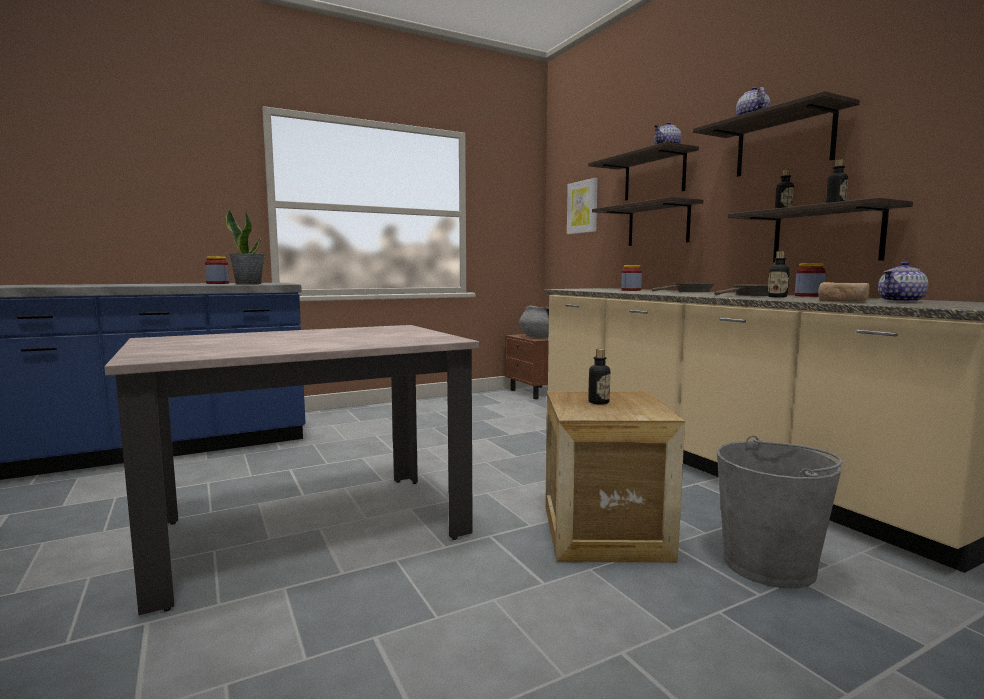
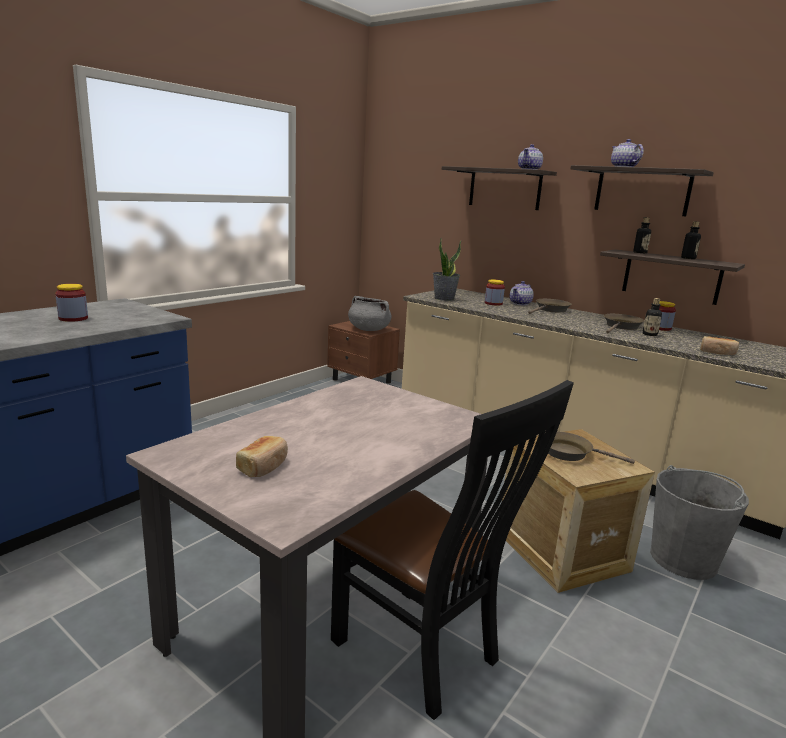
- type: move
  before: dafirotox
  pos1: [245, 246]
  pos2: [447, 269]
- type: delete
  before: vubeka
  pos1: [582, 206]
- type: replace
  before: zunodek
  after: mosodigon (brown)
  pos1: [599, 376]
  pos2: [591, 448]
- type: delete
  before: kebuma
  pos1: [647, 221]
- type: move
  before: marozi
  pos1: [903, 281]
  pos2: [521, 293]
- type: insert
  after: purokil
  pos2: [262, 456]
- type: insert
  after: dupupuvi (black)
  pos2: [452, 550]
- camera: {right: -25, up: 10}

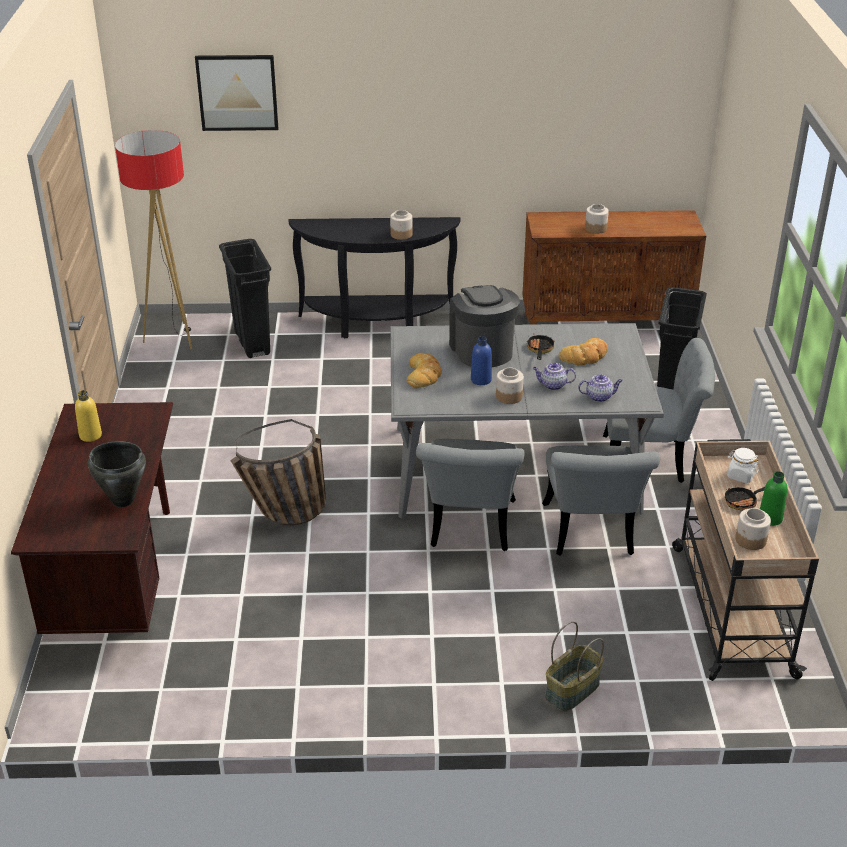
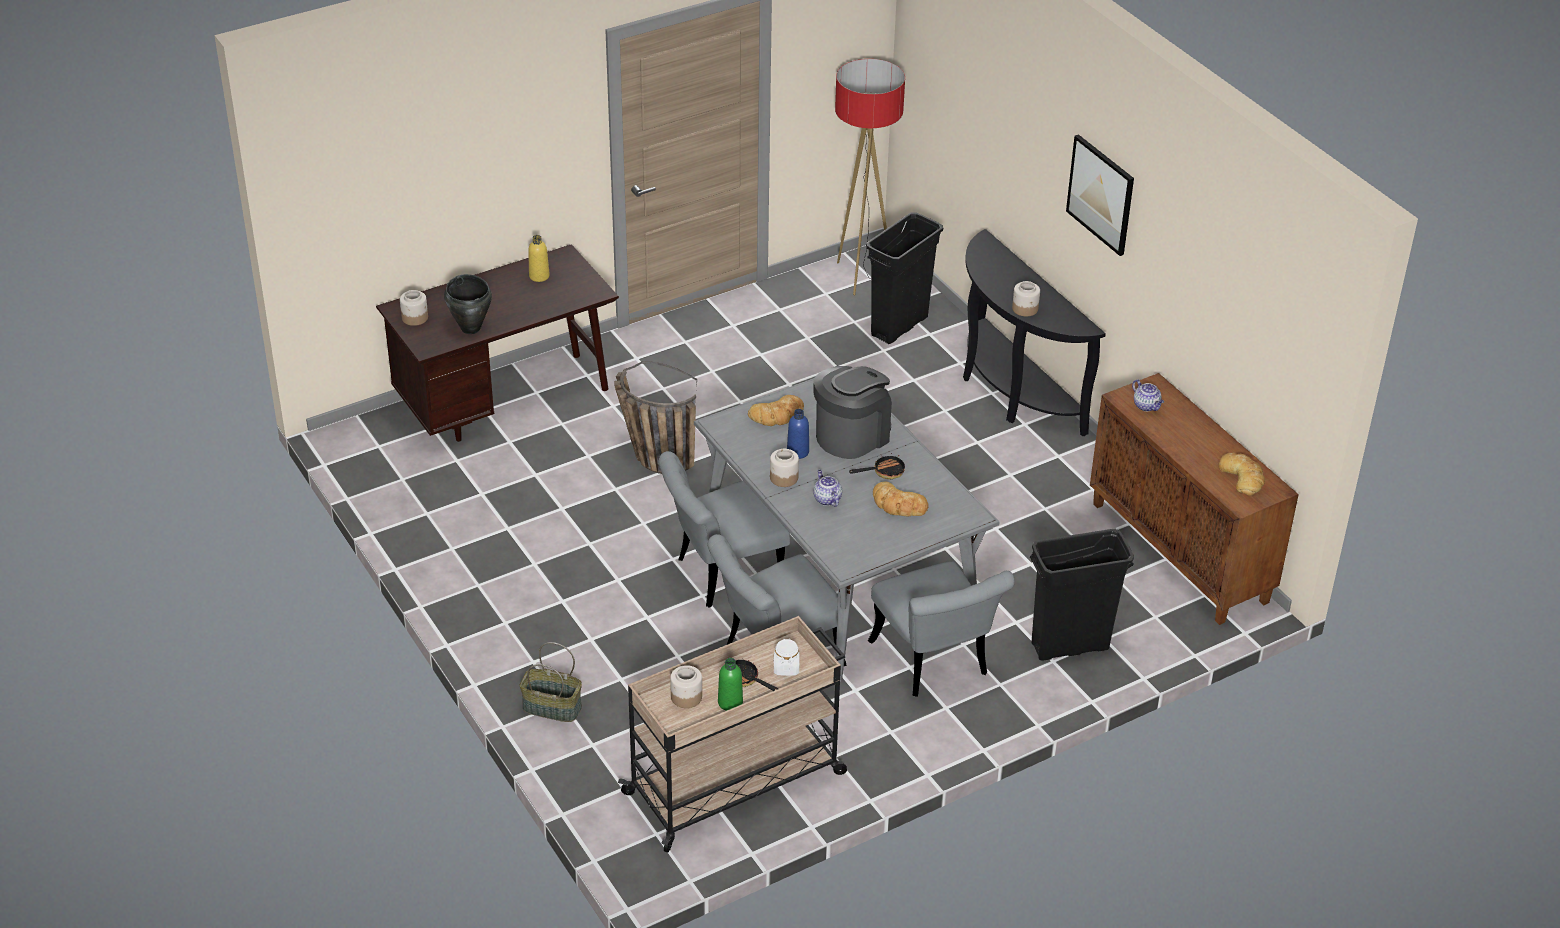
- type: move
  before: vubeka
  pos1: [236, 93]
  pos2: [1100, 195]
- type: move
  before: marozi
  pos1: [600, 388]
  pos2: [1148, 395]
- type: move
  before: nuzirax
  pos1: [597, 219]
  pos2: [414, 308]
- type: insert
  after: purokil
  pos2: [1242, 474]
- camera: {right: 60, up: 5}

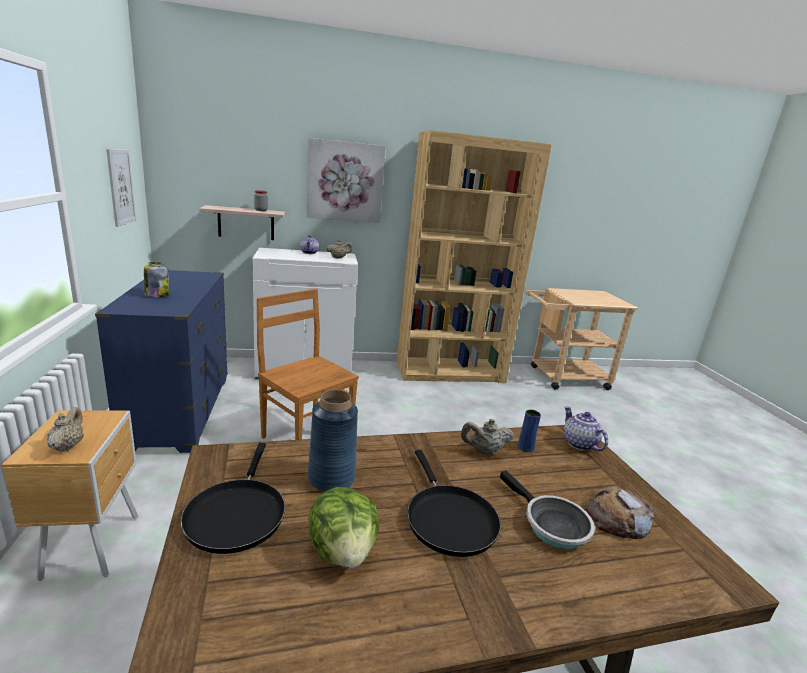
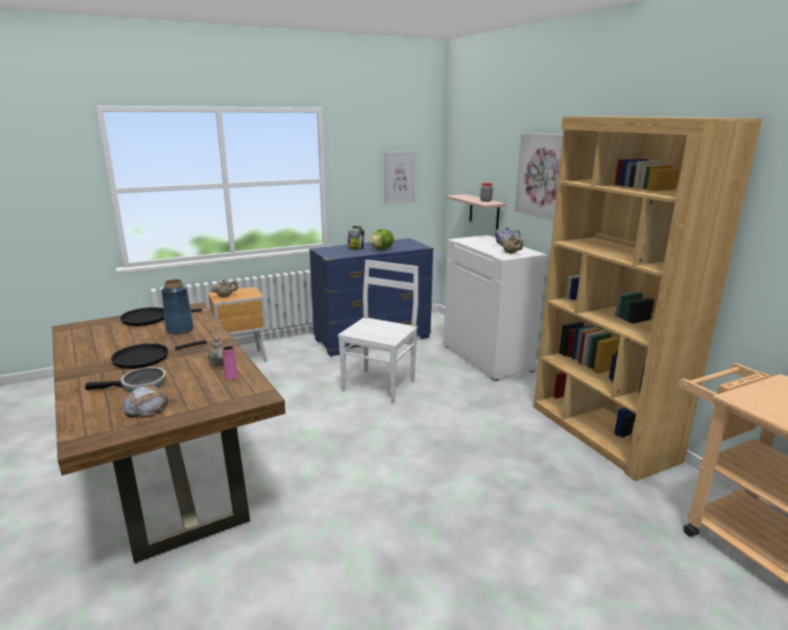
- type: recolor
  before: dupupuvi (brown)
  after: dupupuvi (white)
  pos1: [308, 364]
  pos2: [378, 331]
- type: move
  before: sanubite
  pos1: [344, 527]
  pos2: [381, 239]
- type: rotate
  before: mosodigon
  pos1: [547, 509]
  pos2: [125, 379]
  turn: -150
- type: recolor
  before: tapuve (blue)
  after: tapuve (pink)
  pos1: [529, 431]
  pos2: [230, 362]
- type: delete
  before: marozi
  pos1: [586, 428]
- camera: {right: 75, up: 0}

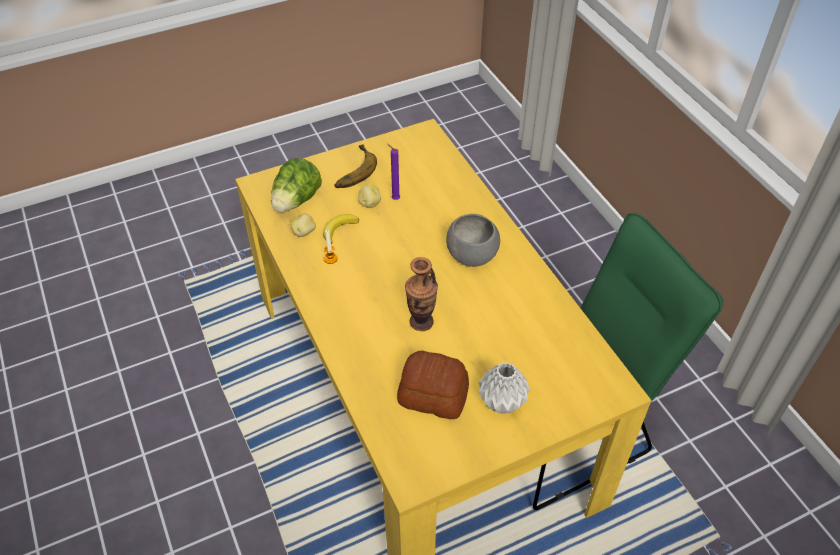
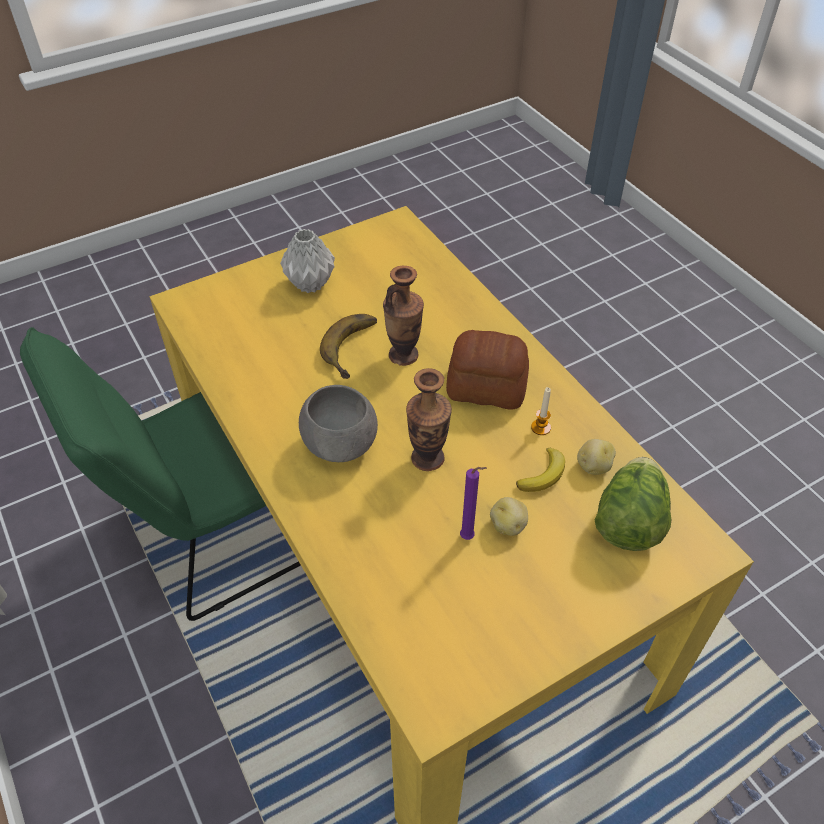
- type: move
  before: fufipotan
  pos1: [355, 166]
  pos2: [348, 346]
- type: move
  before: purokil
  pos1: [433, 385]
  pos2: [487, 370]
- type: insert
  after: tapuve
  pos2: [429, 419]
- camera: {right: 175, up: 0}

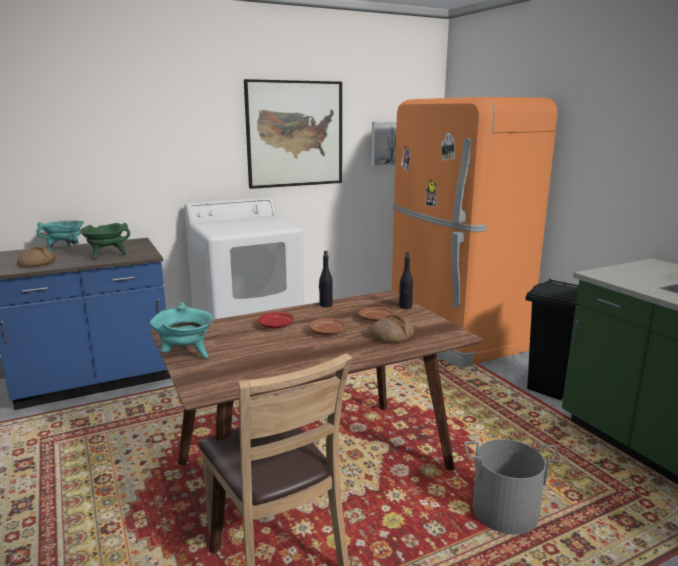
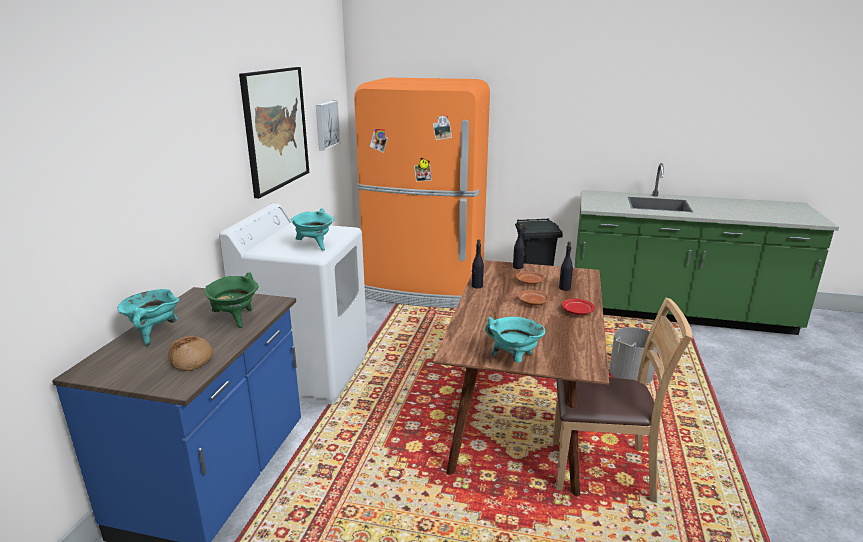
- type: move
  before: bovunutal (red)
  pos1: [276, 320]
  pos2: [578, 307]
- type: replace
  before: purokil
  after: zunodek (black)
  pos1: [392, 328]
  pos2: [566, 266]
- type: insert
  after: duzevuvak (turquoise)
  pos2: [312, 229]
- camera: {right: -50, up: 5}

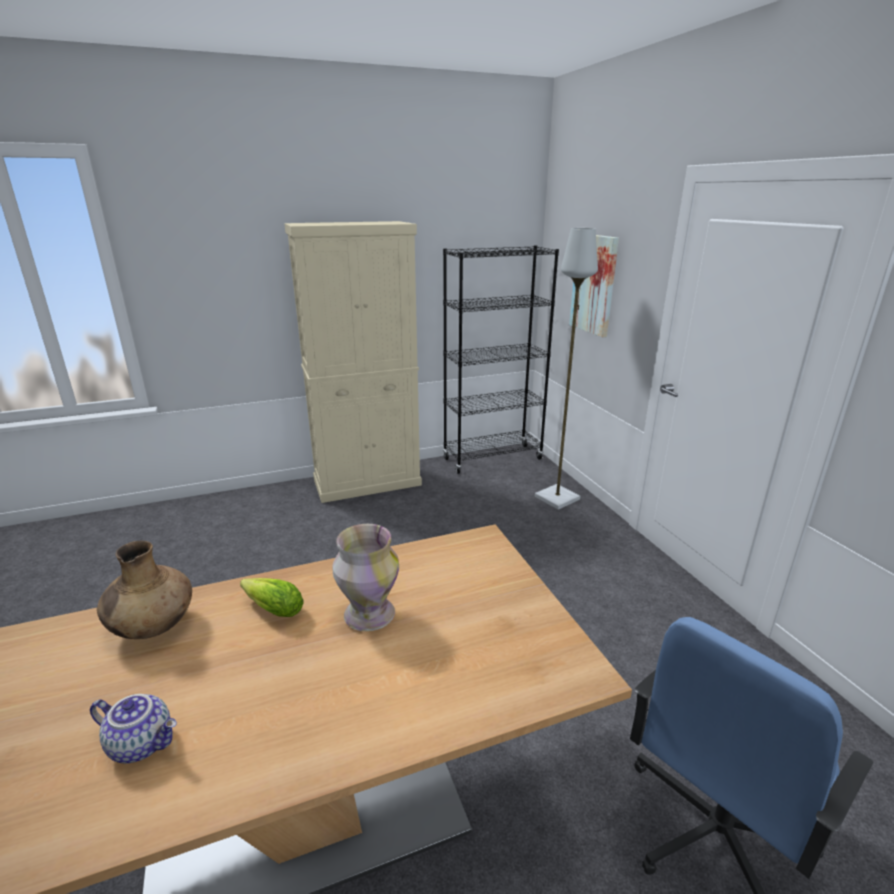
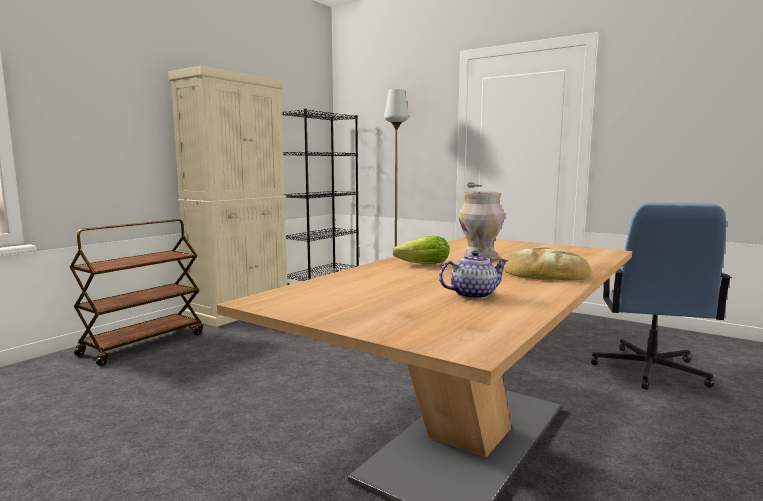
- type: delete
  before: tapuve (brown)
  pos1: [144, 590]
- type: delete
  before: vubeka
  pos1: [594, 286]
- type: insert
  after: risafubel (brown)
  pos2: [136, 292]
- type: insert
  after: purokil
  pos2: [547, 264]
- camera: {right: -35, up: -15}

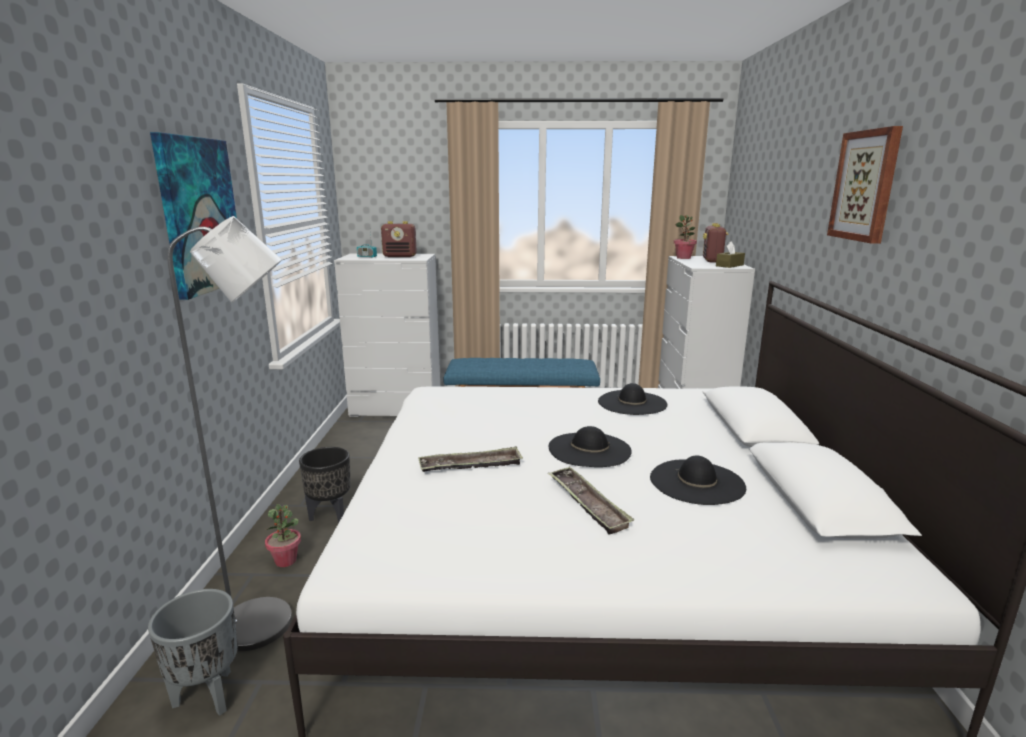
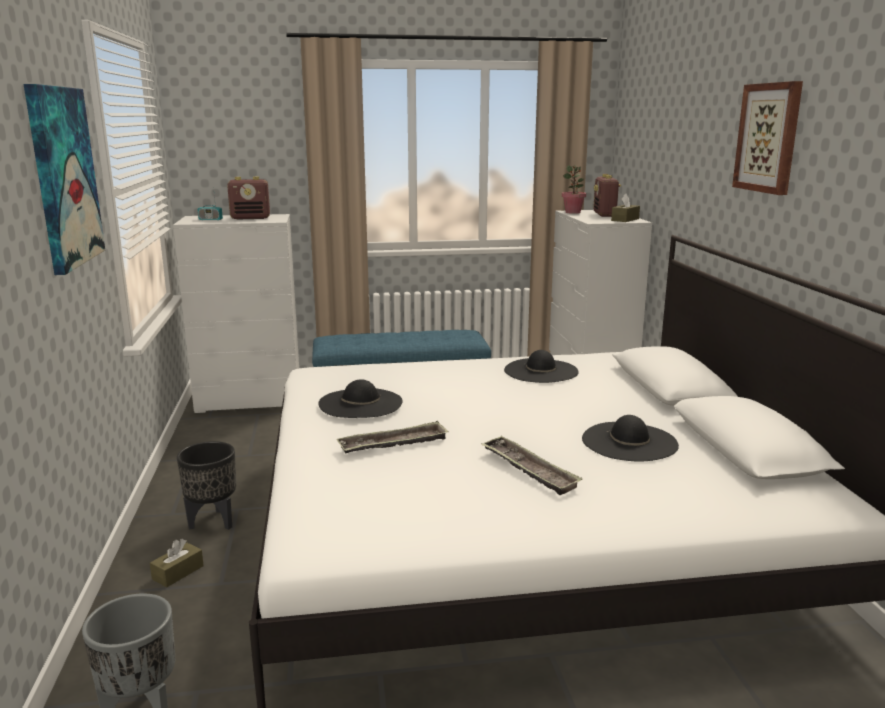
- type: delete
  before: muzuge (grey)
  pos1: [229, 433]
- type: replace
  before: dafirotox
  after: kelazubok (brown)
  pos1: [283, 535]
  pos2: [177, 563]
- type: move
  before: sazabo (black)
  pos1: [590, 446]
  pos2: [360, 398]
- camera: {right: -10, up: 0}

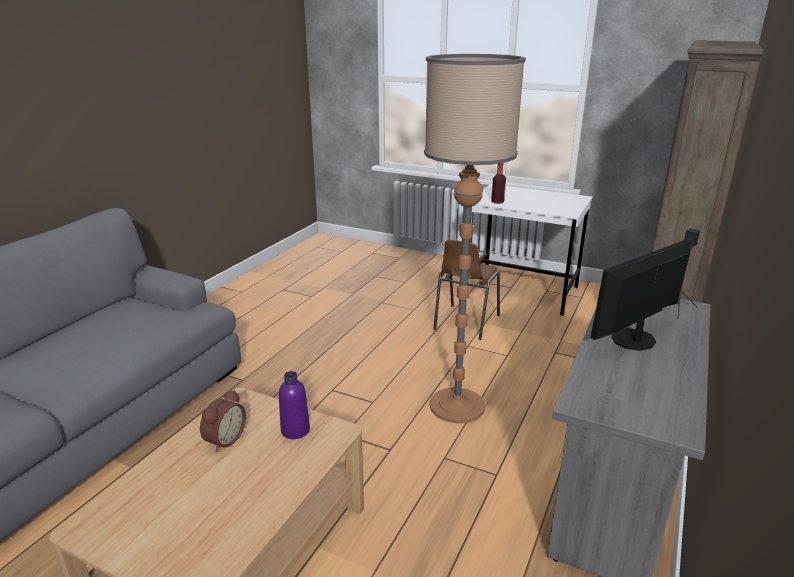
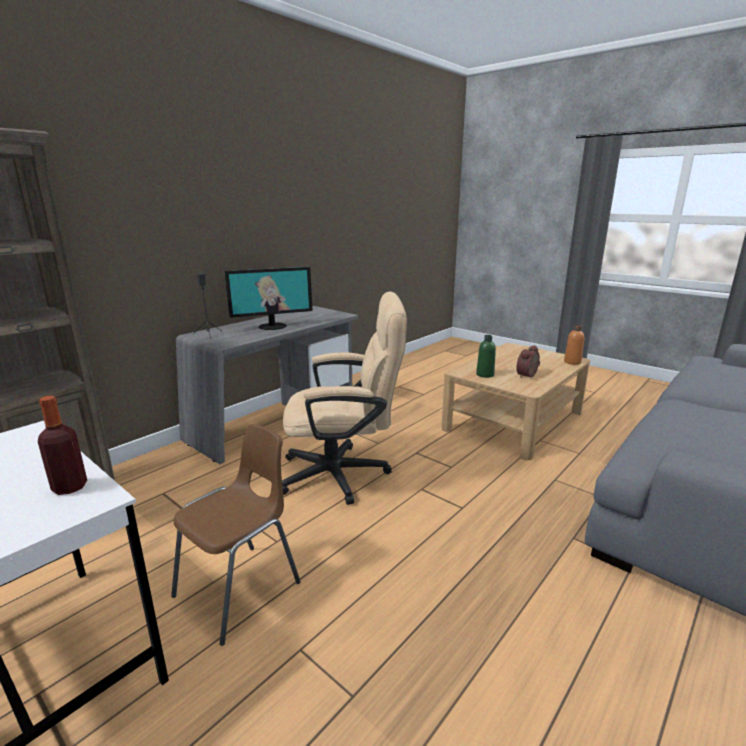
- type: recolor
  before: zunodek (purple)
  after: zunodek (green)
  pos1: [294, 405]
  pos2: [486, 356]
- type: replace
  before: muzuge
  after: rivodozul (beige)
  pos1: [475, 239]
  pos2: [344, 398]
- type: insert
  after: zunodek (orange)
  pos2: [574, 345]
- camera: {right: -165, up: -5}

